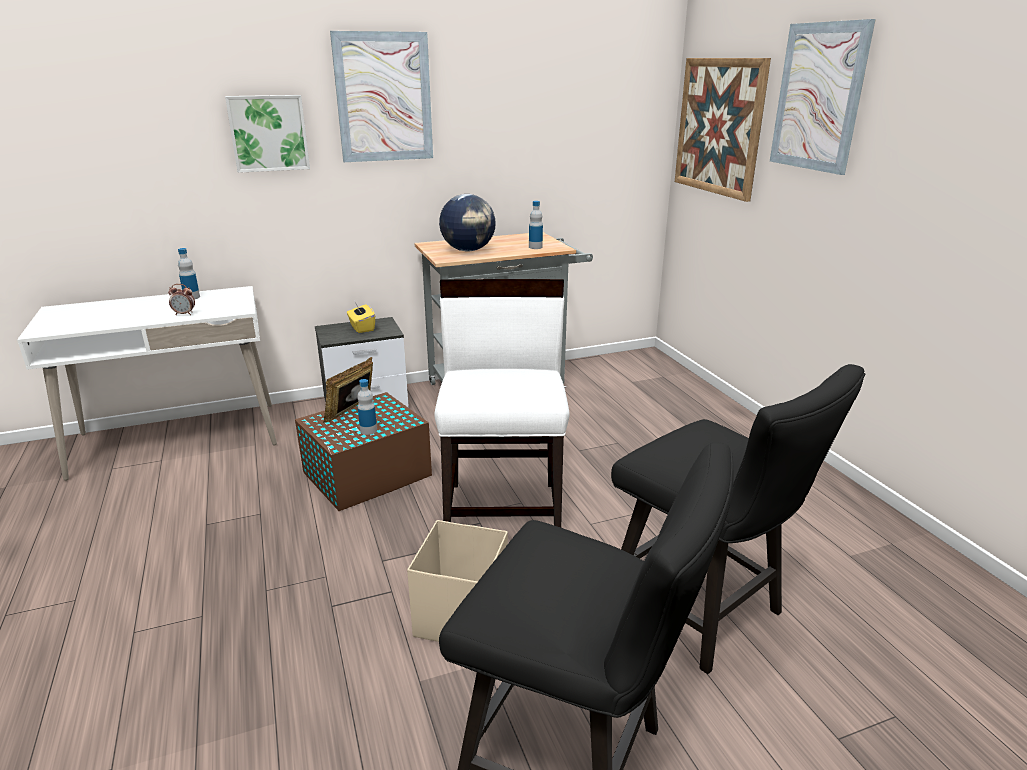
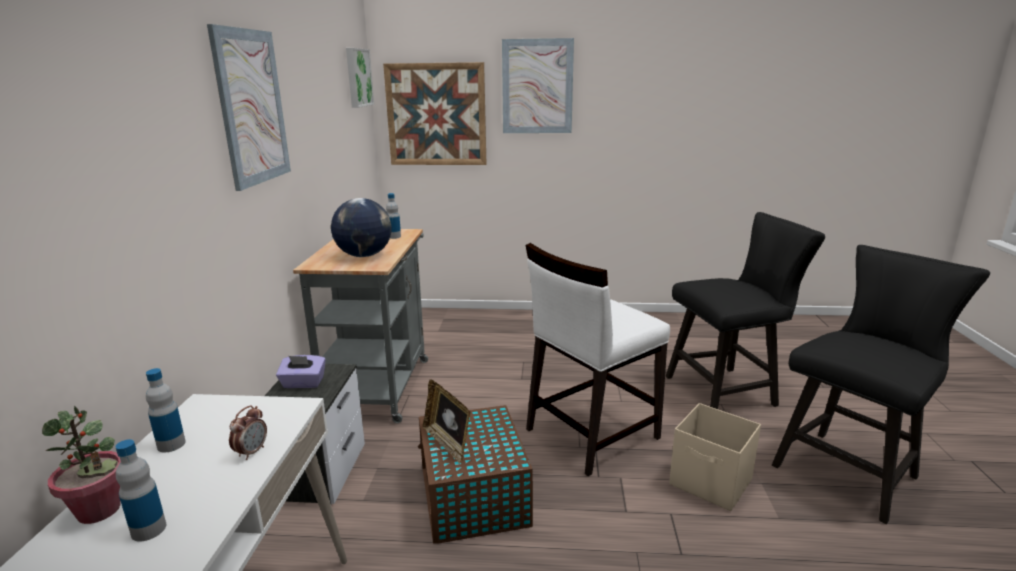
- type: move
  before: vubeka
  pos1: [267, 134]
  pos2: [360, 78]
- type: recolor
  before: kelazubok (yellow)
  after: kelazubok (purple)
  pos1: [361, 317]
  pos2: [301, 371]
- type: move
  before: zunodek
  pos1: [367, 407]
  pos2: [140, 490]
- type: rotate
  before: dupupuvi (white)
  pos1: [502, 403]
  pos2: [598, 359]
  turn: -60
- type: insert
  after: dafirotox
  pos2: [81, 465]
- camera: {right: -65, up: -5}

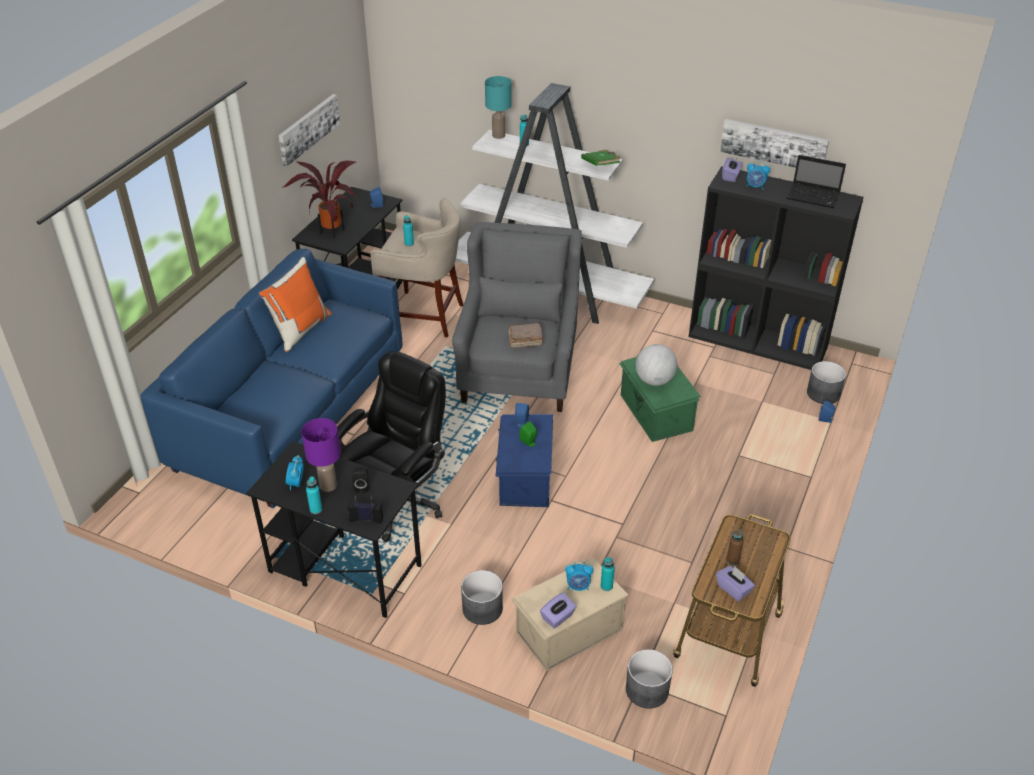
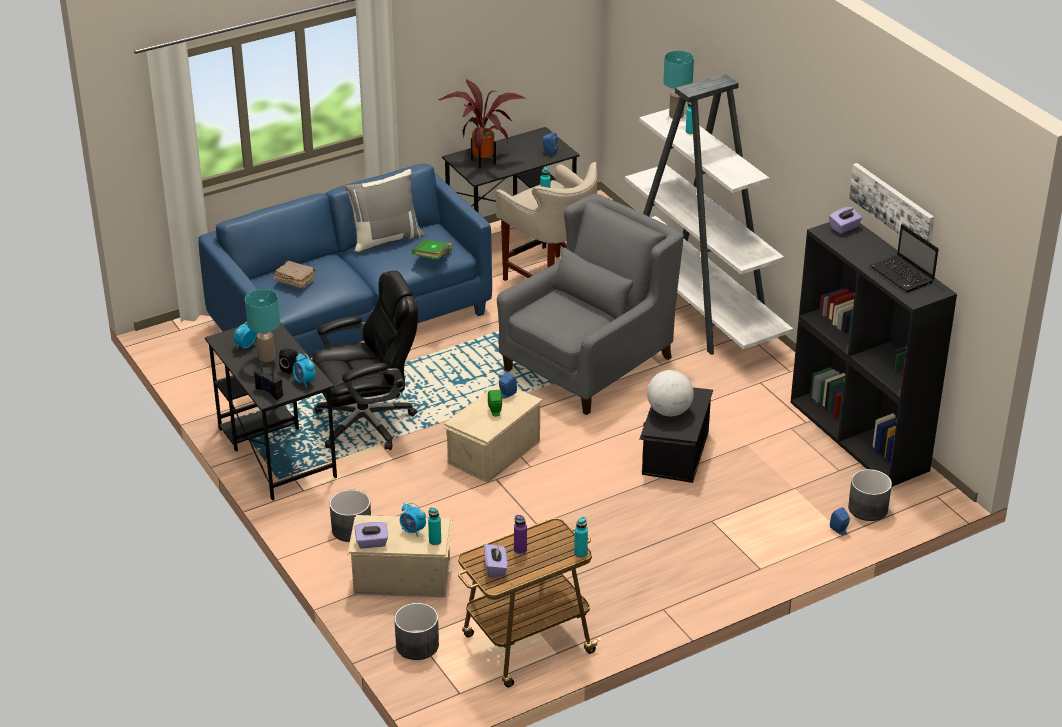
- type: recolor
  before: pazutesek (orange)
  after: pazutesek (grey)
  pos1: [295, 304]
  pos2: [385, 211]
- type: delete
  before: vubeka
  pos1: [309, 130]
- type: recolor
  before: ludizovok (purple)
  after: ludizovok (turquoise)
  pos1: [321, 455]
  pos2: [262, 325]
- type: move
  before: zunodek (turquoise)
  pos1: [314, 495]
  pos2: [581, 537]
- type: recolor
  before: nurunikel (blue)
  after: nurunikel (beige)
  pos1: [524, 460]
  pos2: [492, 433]
- type: move
  before: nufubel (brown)
  pos1: [525, 335]
  pos2: [295, 275]
- type: move
  before: nufubel (green)
  pos1: [600, 158]
  pos2: [432, 250]
- type: recolor
  before: nurunikel (green)
  after: nurunikel (black)
  pos1: [659, 399]
  pos2: [676, 435]
- type: recolor
  before: zunodek (brown)
  after: zunodek (purple)
  pos1: [735, 548]
  pos2: [520, 534]
- type: move
  before: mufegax
  pos1: [758, 175]
  pos2: [304, 370]
- camera: {right: 35, up: -5}

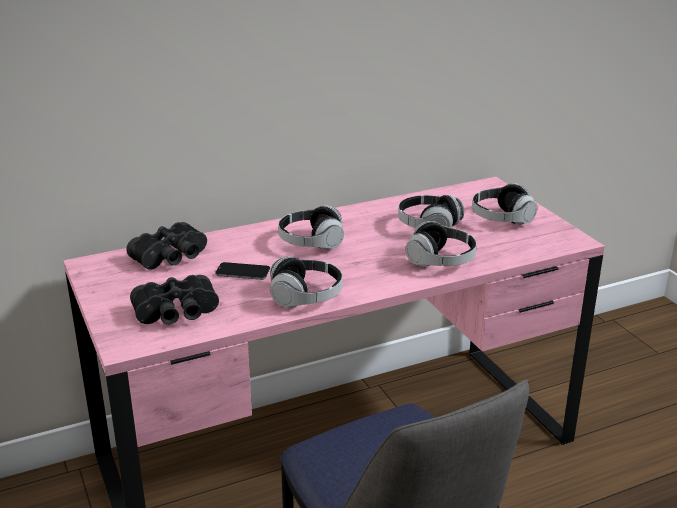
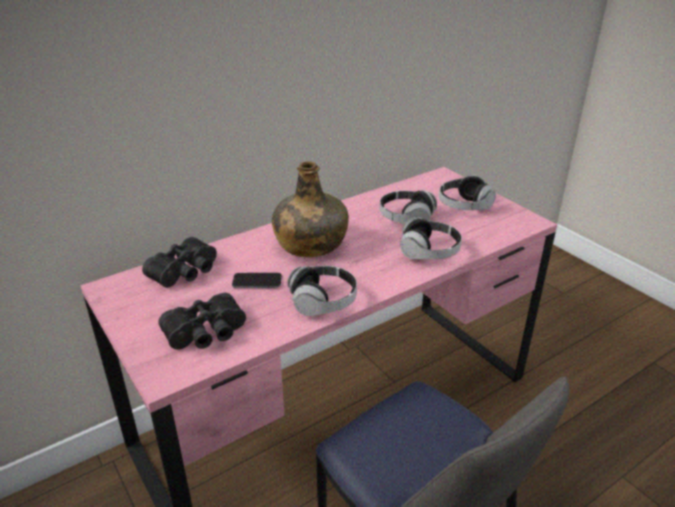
- type: replace
  before: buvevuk
  after: zunodek (green)
  pos1: [311, 227]
  pos2: [310, 209]
- camera: {right: -10, up: 5}

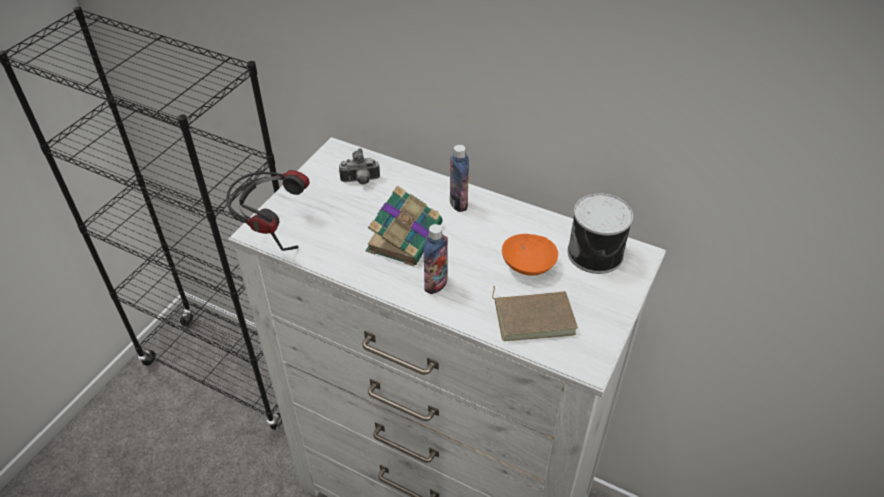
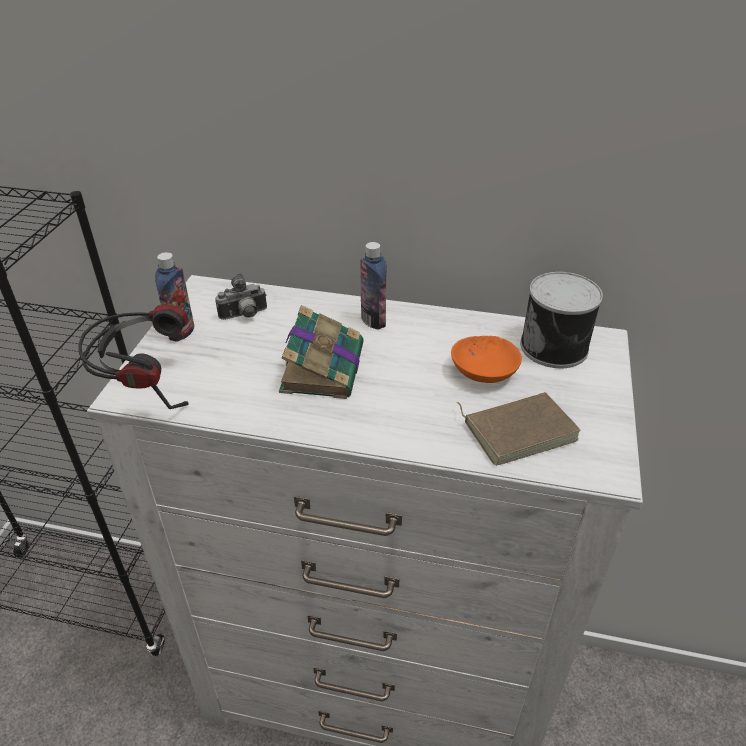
- type: move
  before: zunodek
  pos1: [436, 259]
  pos2: [174, 297]
- camera: {right: -15, up: -5}

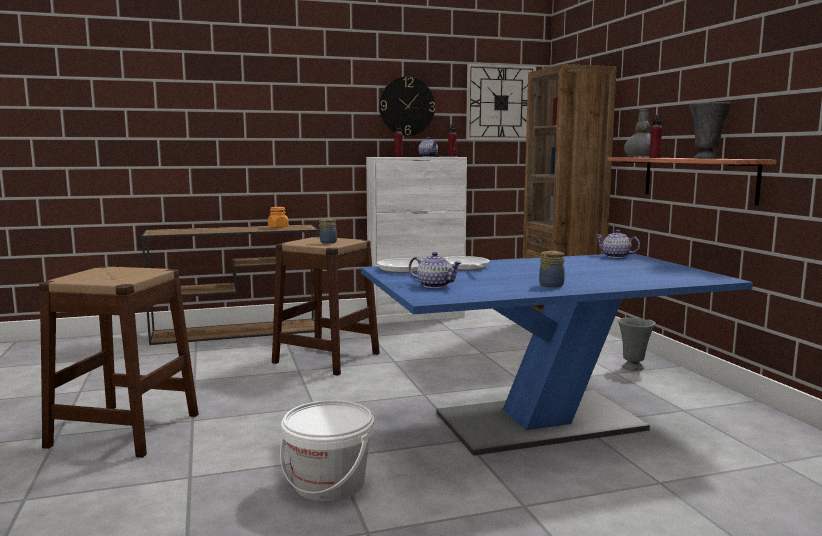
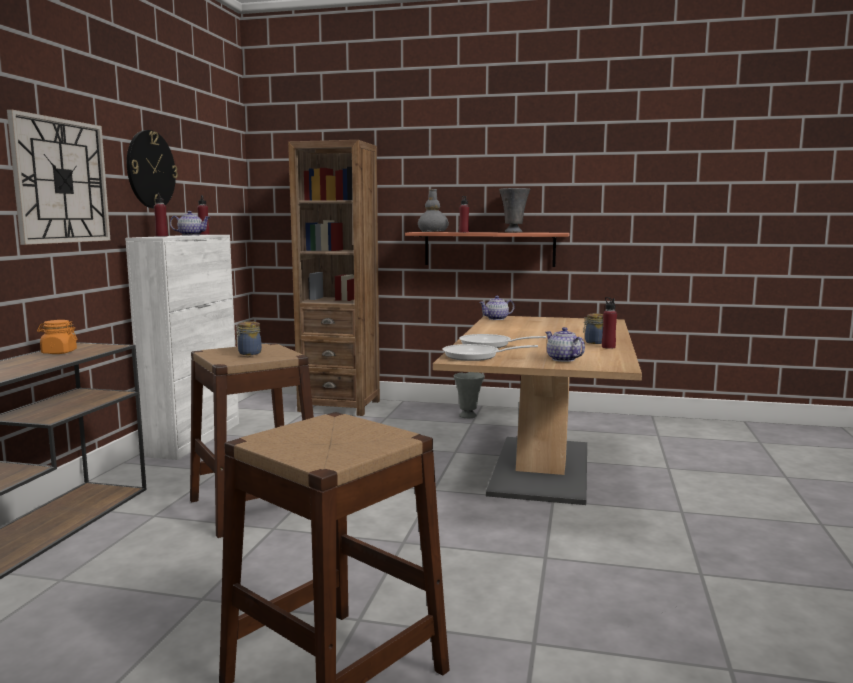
- type: delete
  before: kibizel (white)
  pos1: [327, 450]
- type: recolor
  before: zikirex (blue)
  after: zikirex (brown)
  pos1: [557, 354]
  pos2: [537, 410]
- type: rotate
  before: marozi
  pos1: [435, 270]
  pos2: [565, 344]
  turn: -90
- type: move
  before: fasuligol
  pos1: [501, 101]
  pos2: [58, 177]
- type: insert
  after: zunodek (red)
  pos2: [609, 323]
- camera: {right: -60, up: 0}

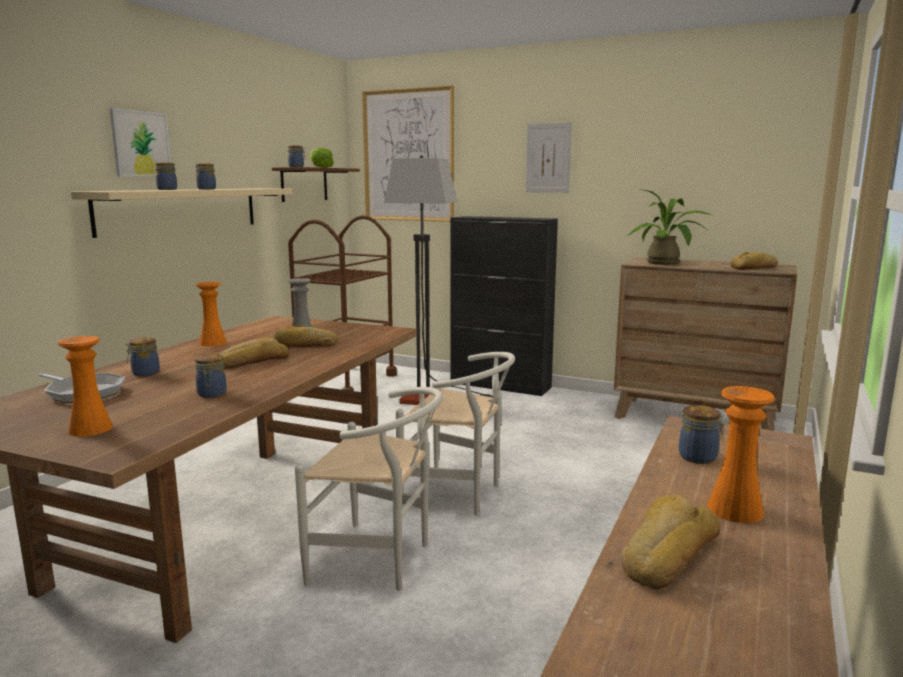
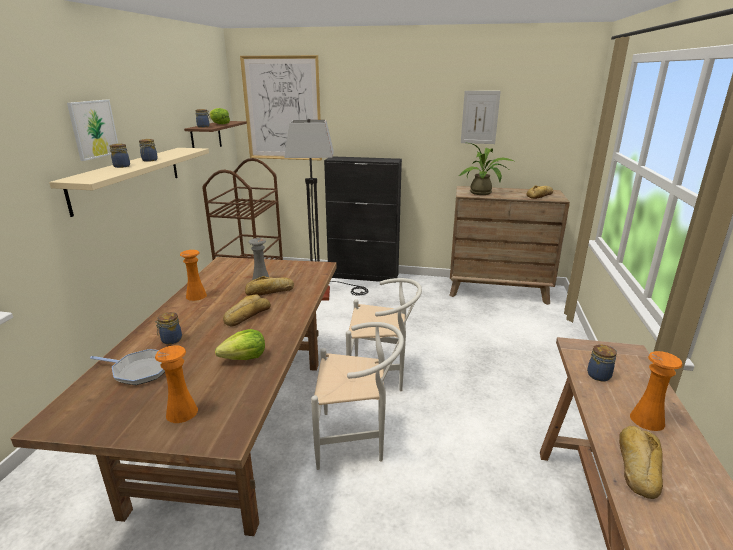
- type: replace
  before: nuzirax
  after: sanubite
  pos1: [211, 376]
  pos2: [240, 344]
- type: move
  before: vubeka
  pos1: [549, 157]
  pos2: [481, 117]
- camera: {right: -15, up: 10}

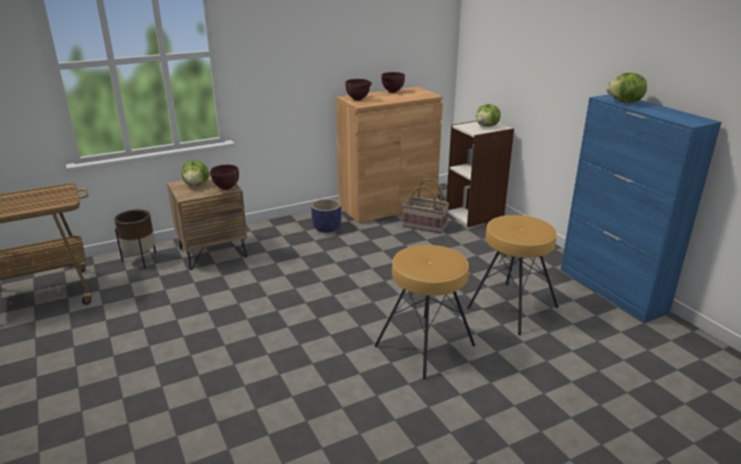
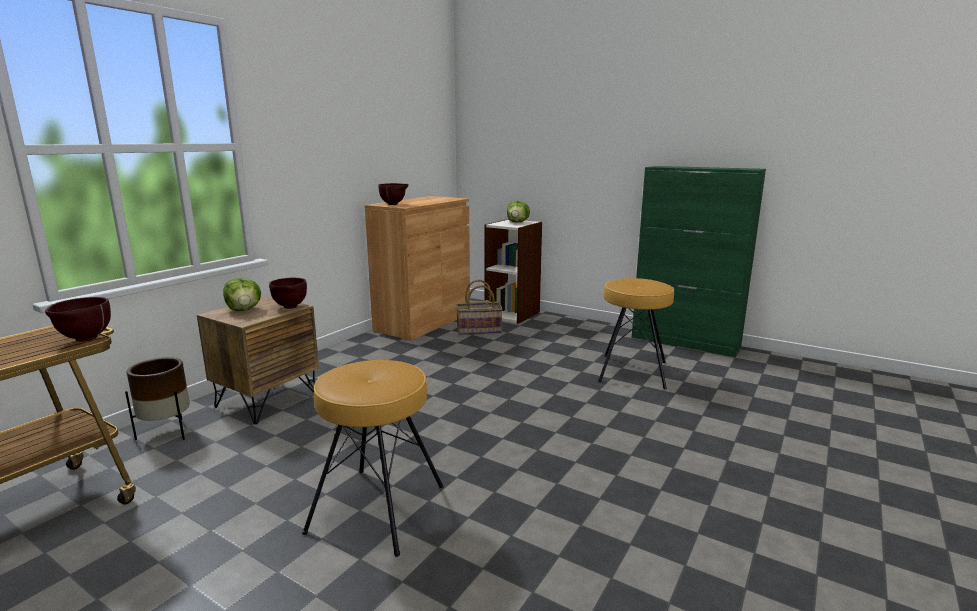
- type: delete
  before: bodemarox
  pos1: [326, 216]
- type: move
  before: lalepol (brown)
  pos1: [424, 312]
  pos2: [373, 458]
- type: move
  before: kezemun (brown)
  pos1: [393, 82]
  pos2: [78, 319]
- type: recolor
  before: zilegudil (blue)
  after: zilegudil (green)
  pos1: [641, 208]
  pos2: [699, 261]
- type: delete
  before: sanubite
  pos1: [626, 88]
- camera: {right: -30, up: -10}

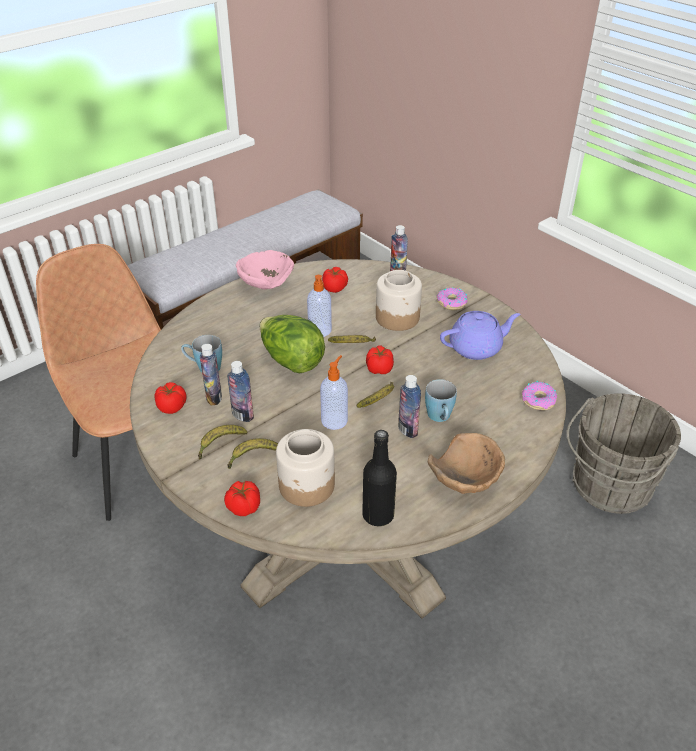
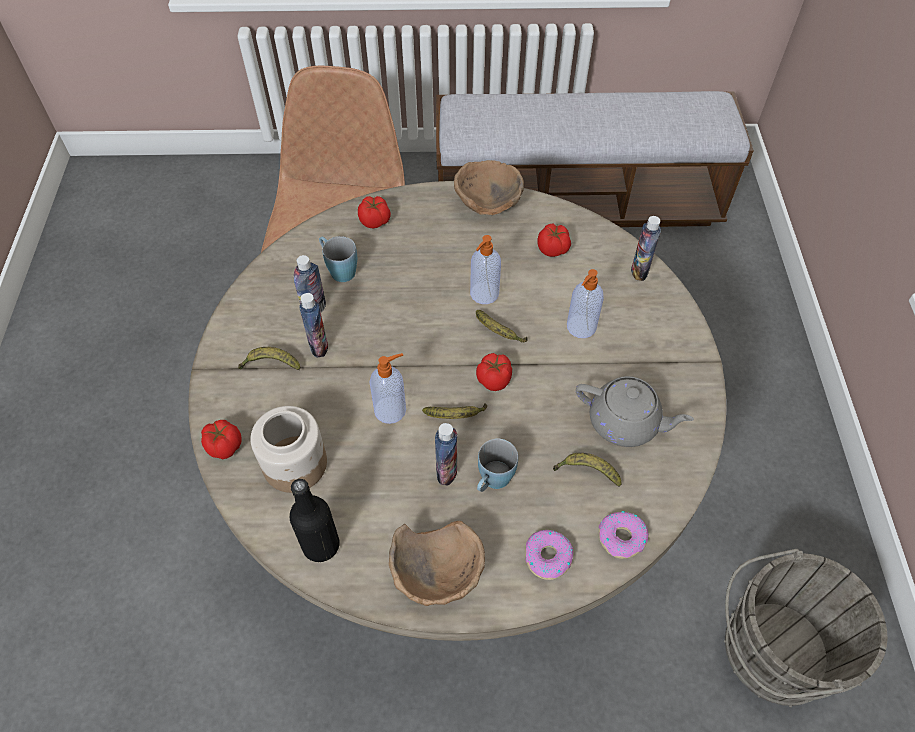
- type: move
  before: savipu
  pos1: [170, 398]
  pos2: [374, 212]
- type: move
  before: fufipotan
  pos1: [253, 453]
  pos2: [587, 470]
- type: recolor
  before: kezemun (pink)
  after: kezemun (brown)
  pos1: [265, 270]
  pos2: [489, 187]
- type: delete
  before: sanubite
  pos1: [292, 344]
- type: replace
  before: nuzirax
  after: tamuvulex
  pos1: [399, 300]
  pos2: [585, 303]
- type: move
  before: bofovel
  pos1: [452, 298]
  pos2: [549, 555]
- type: recolor
  before: marozi (purple)
  after: marozi (grey)
  pos1: [480, 335]
  pos2: [635, 411]
- camera: {right: 40, up: 15}

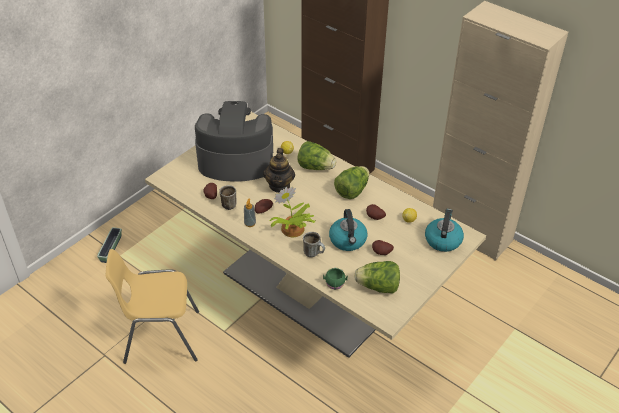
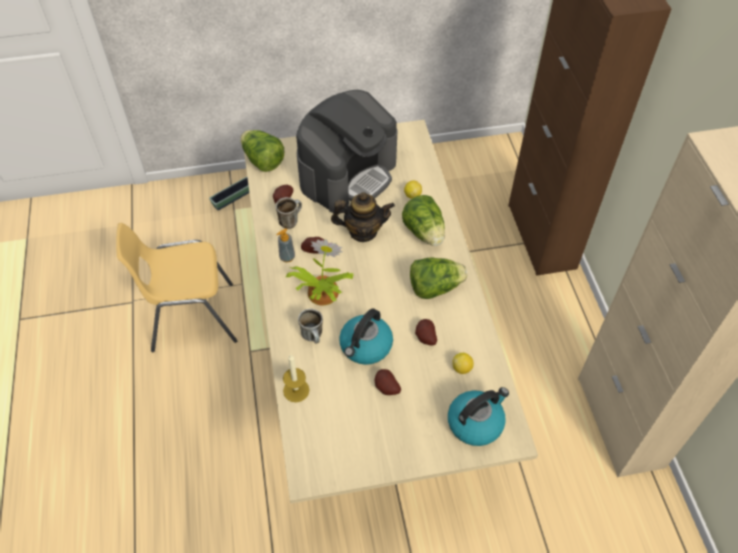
- type: rotate
  before: dupupuvi (yellow)
  pos1: [152, 306]
  pos2: [176, 287]
  turn: -45
- type: rotate
  before: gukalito
  pos1: [234, 141]
  pos2: [346, 151]
  turn: 90
- type: rotate
  before: marozi
  pos1: [279, 170]
  pos2: [363, 217]
  turn: -135
- type: replace
  before: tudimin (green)
  after: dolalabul
  pos1: [335, 278]
  pos2: [296, 378]
- type: move
  before: sanubite
  pos1: [377, 277]
  pos2: [262, 151]
- camera: {right: 40, up: 10}

